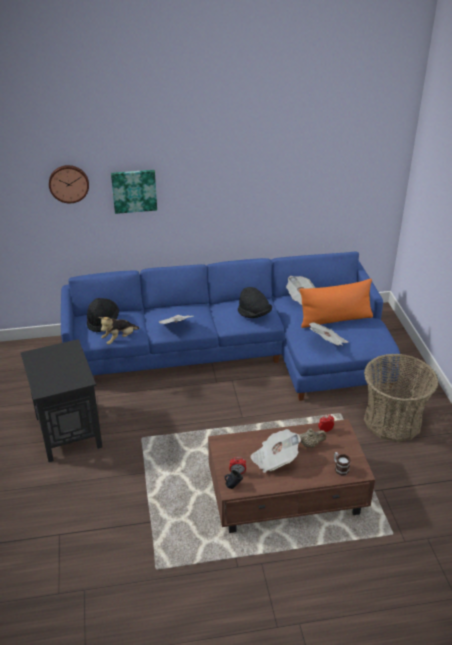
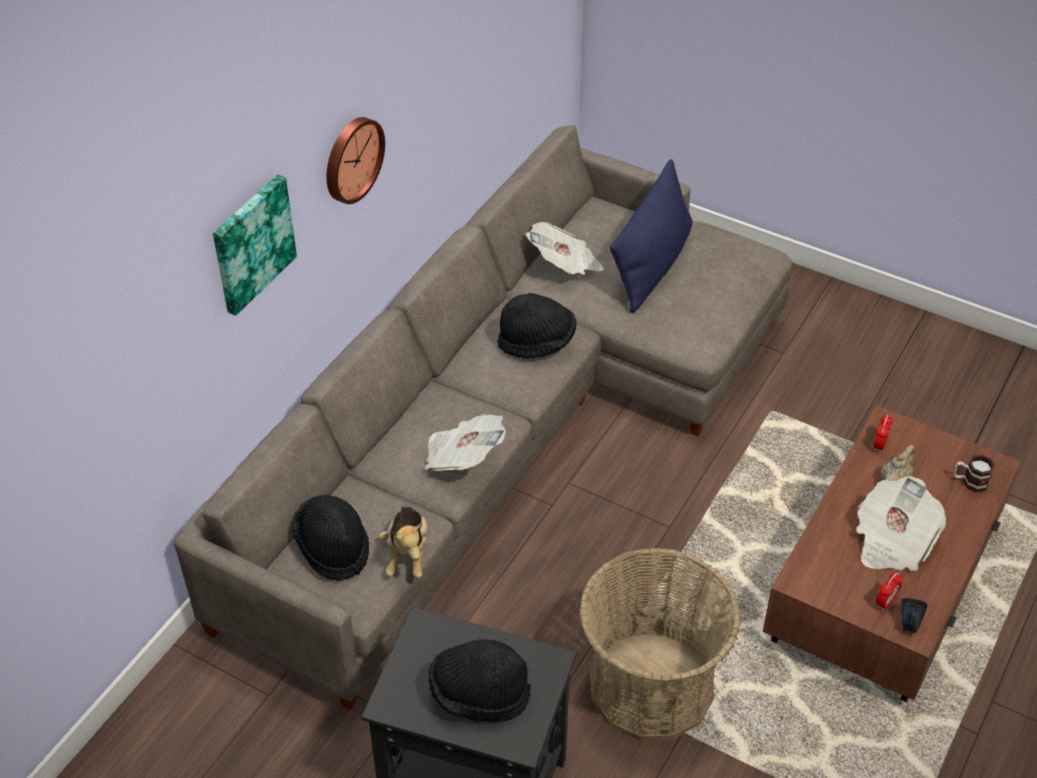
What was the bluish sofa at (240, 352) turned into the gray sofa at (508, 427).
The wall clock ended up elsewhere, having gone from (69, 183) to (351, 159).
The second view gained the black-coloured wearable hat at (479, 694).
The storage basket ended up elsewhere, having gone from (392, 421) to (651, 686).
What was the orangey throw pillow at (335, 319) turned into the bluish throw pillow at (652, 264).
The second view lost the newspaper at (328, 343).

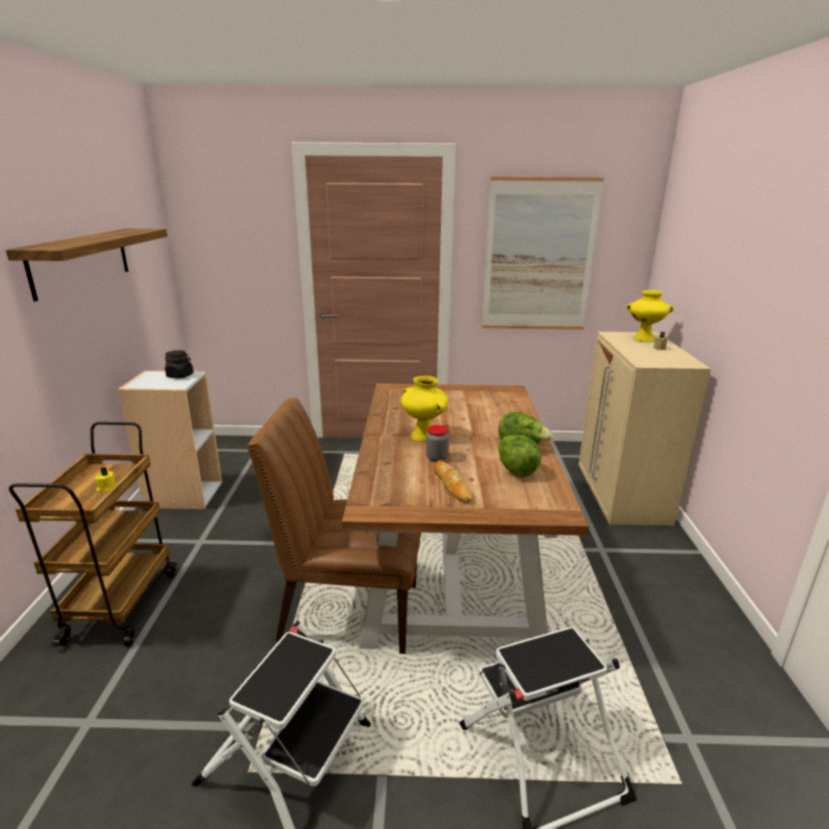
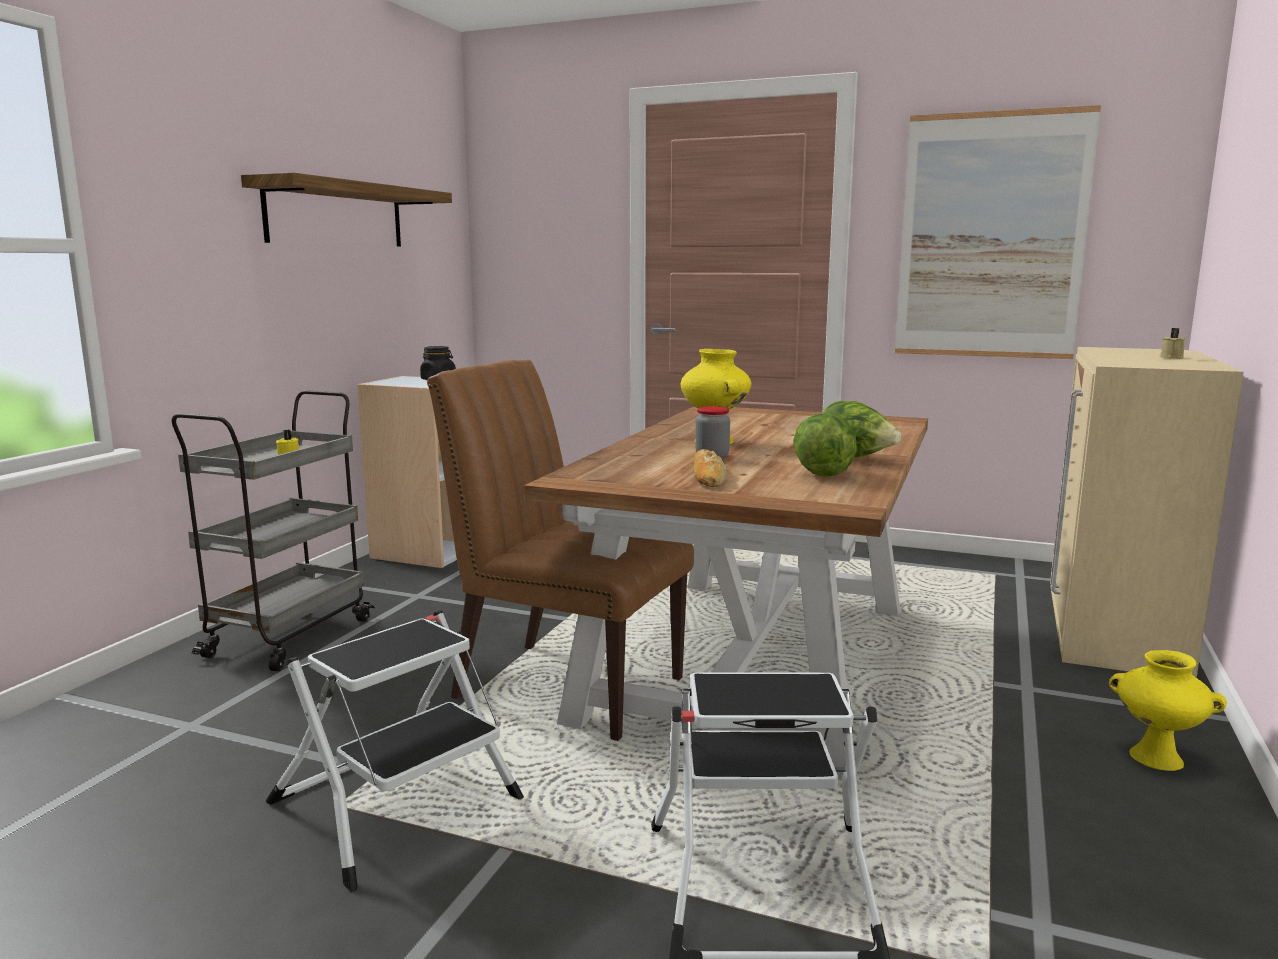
What was the brown wheeled cart at (122, 606) turned into the gray wheeled cart at (290, 637).
The yellow-coloured vase ended up elsewhere, having gone from (643, 339) to (1154, 758).

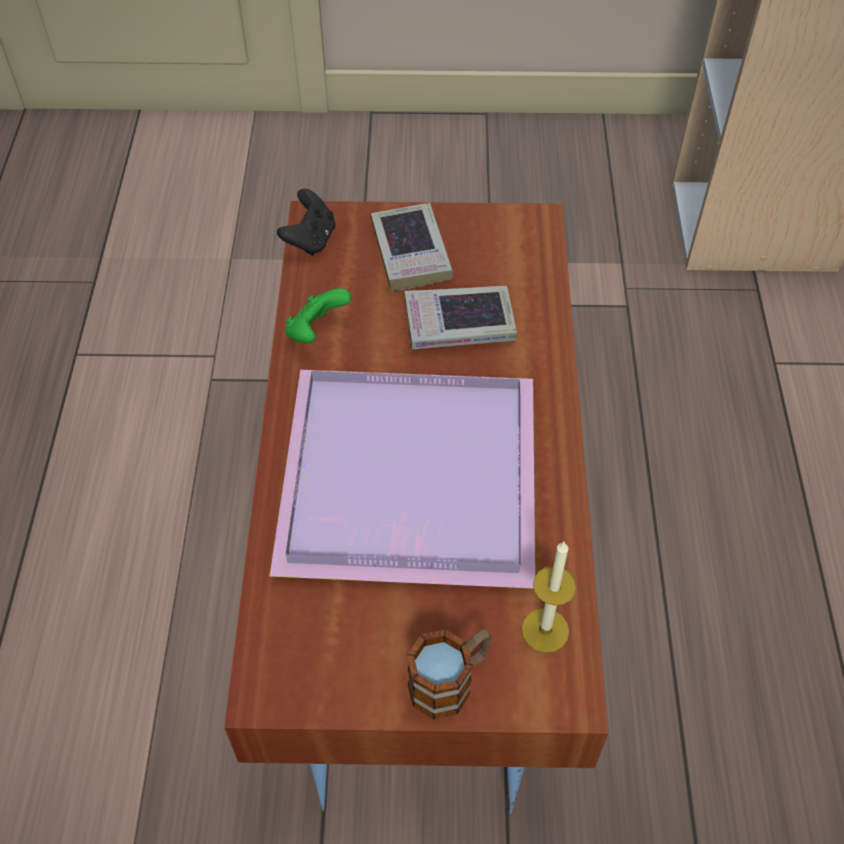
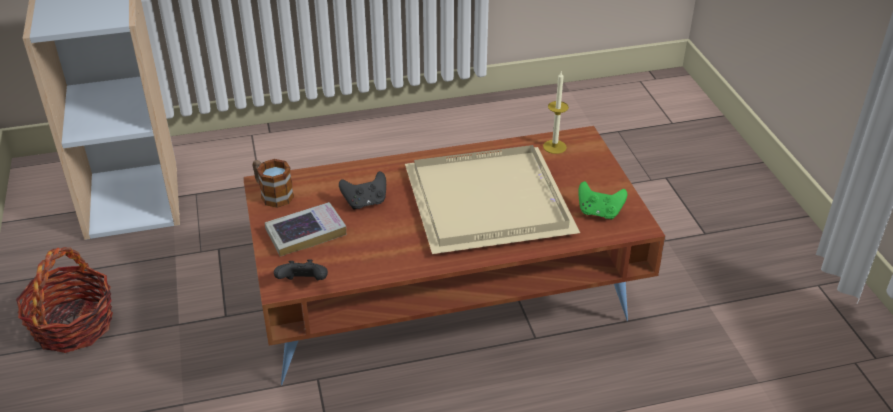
The second view gained the storage basket at (73, 325).
The tea mug ended up elsewhere, having gone from (450, 681) to (272, 194).
Where the volume stood at (459, 324), the black-coloured game controller came to stand at (365, 202).
What was the purple tray at (404, 481) turned into the beige tray at (491, 203).
The green game controller ended up elsewhere, having gone from (316, 331) to (599, 212).

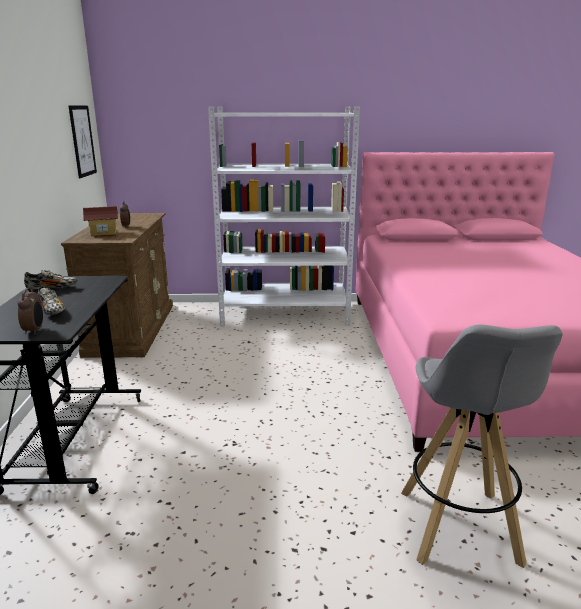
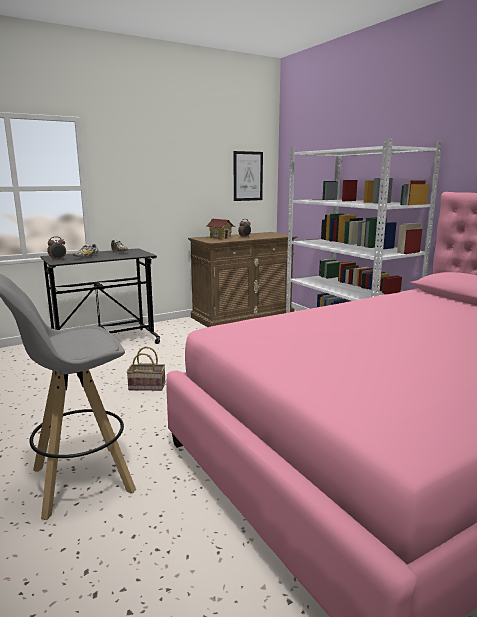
The second view gained the storage basket at (148, 386).

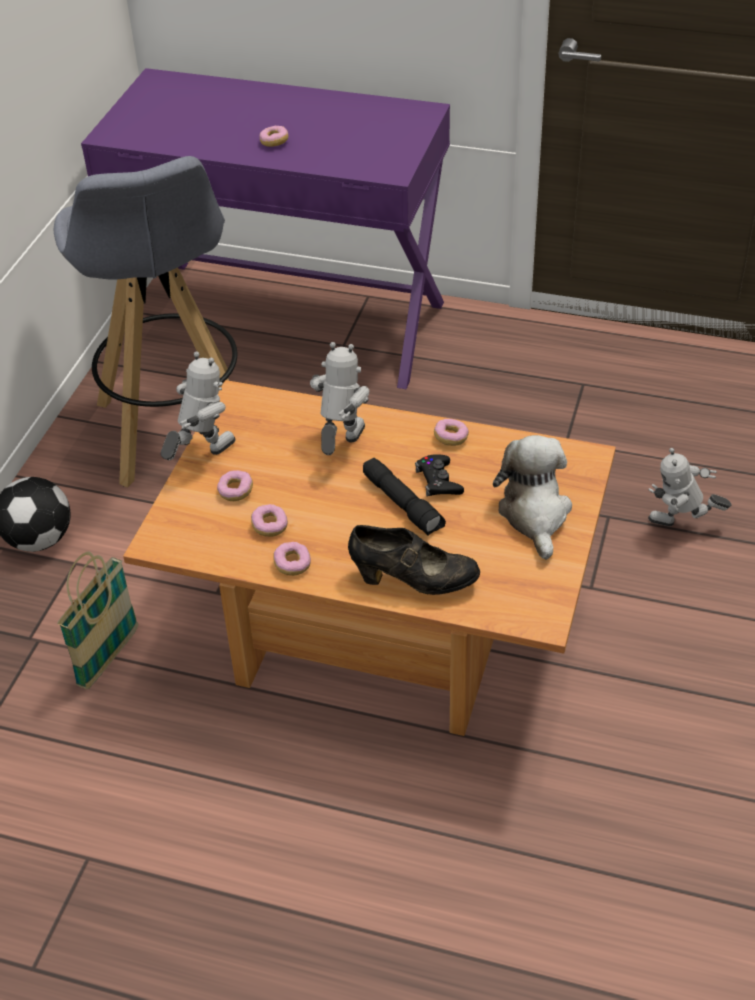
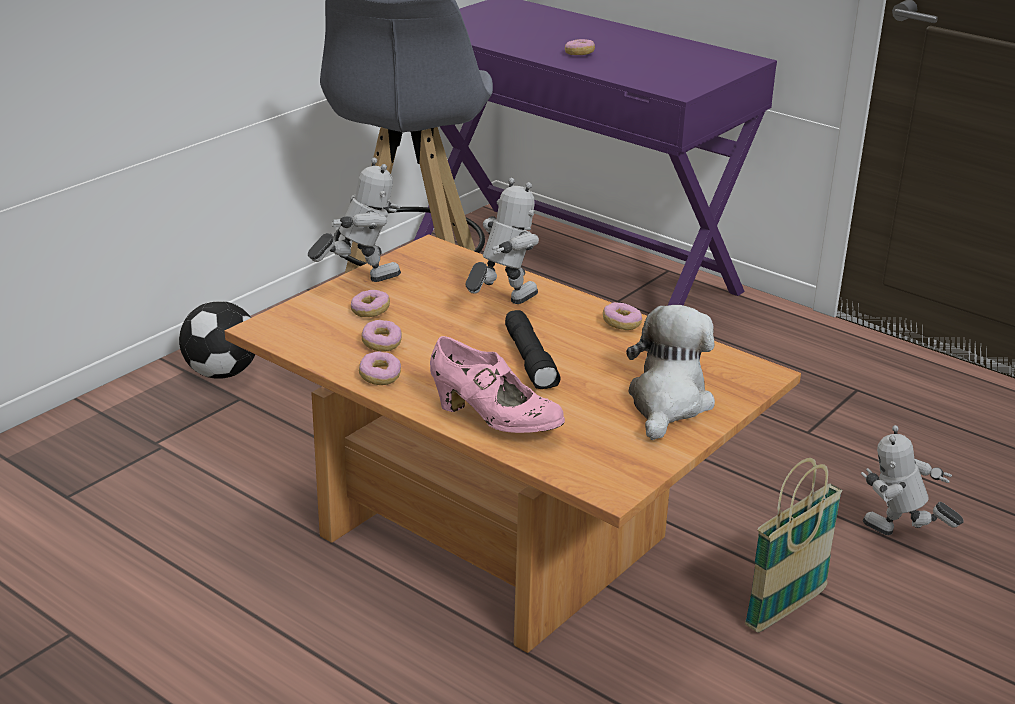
What was the black-coloured low shoe at (414, 581) turned into the pink-coloured low shoe at (494, 421).
The storage basket ended up elsewhere, having gone from (108, 657) to (785, 609).
The second view lost the black-coloured game controller at (438, 481).

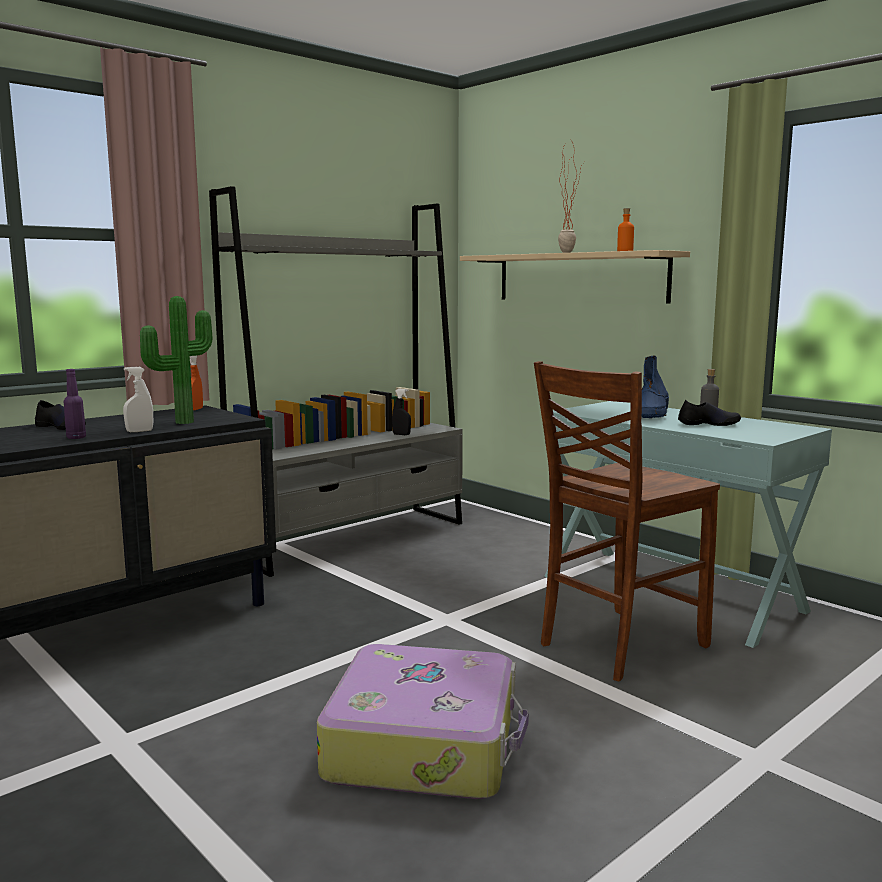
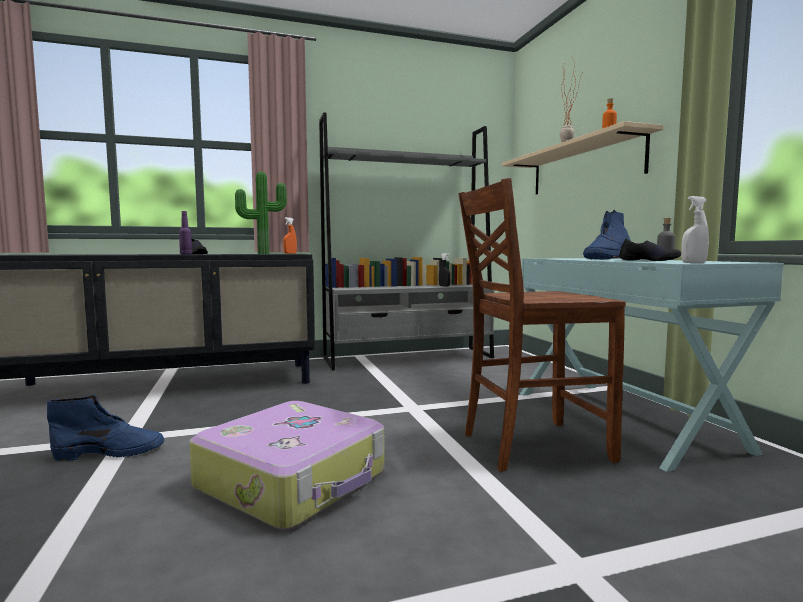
The second view gained the bluish boot at (111, 452).
The white sprayer ended up elsewhere, having gone from (139, 431) to (693, 263).

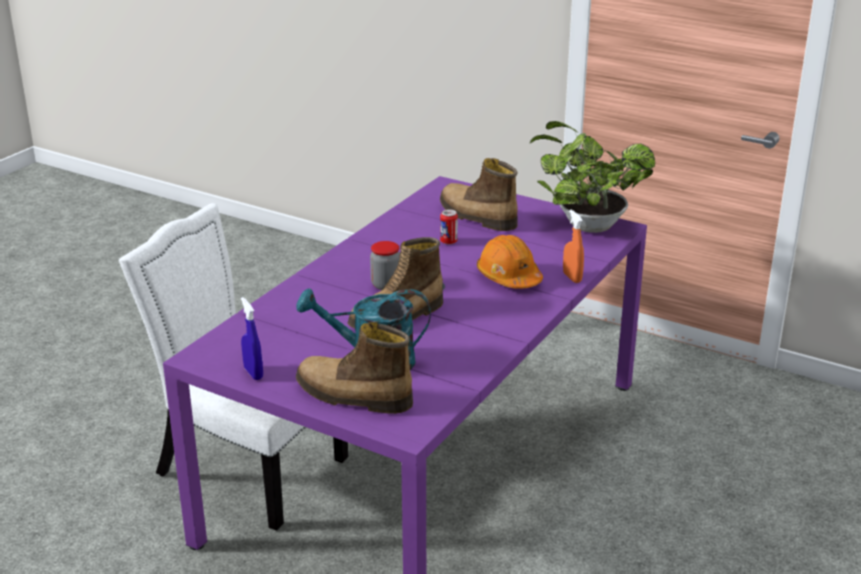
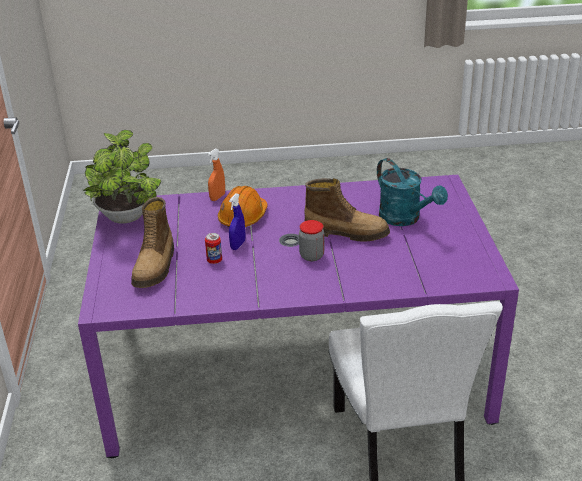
The bluish sprayer ended up elsewhere, having gone from (253, 373) to (238, 245).
The second view lost the boot at (352, 397).

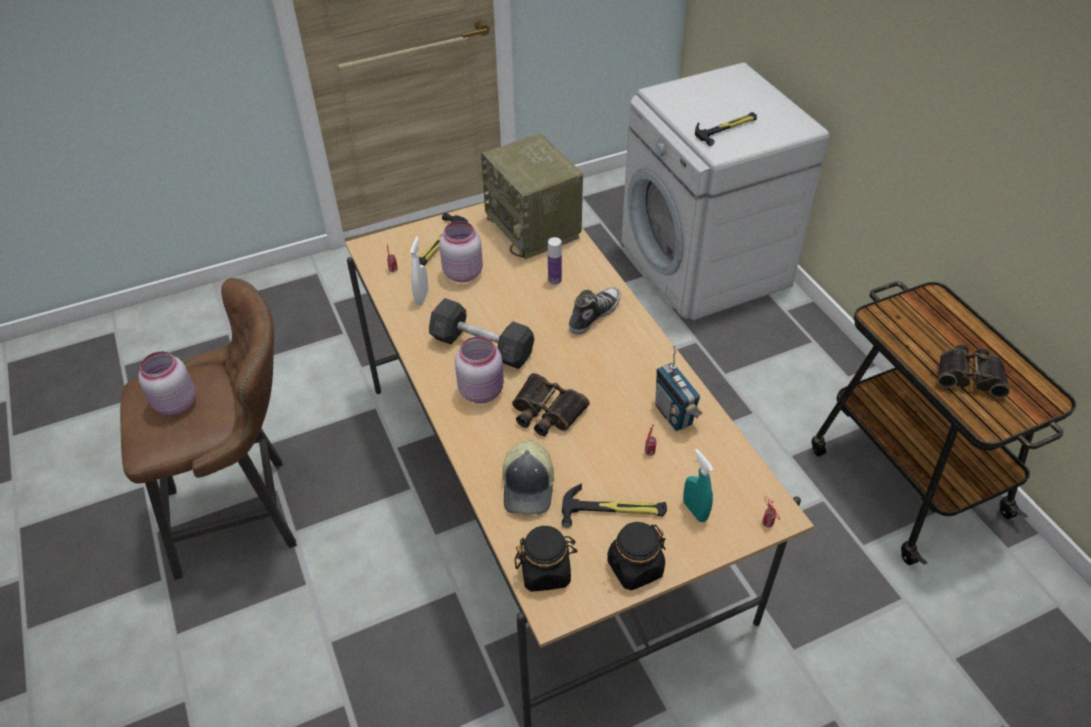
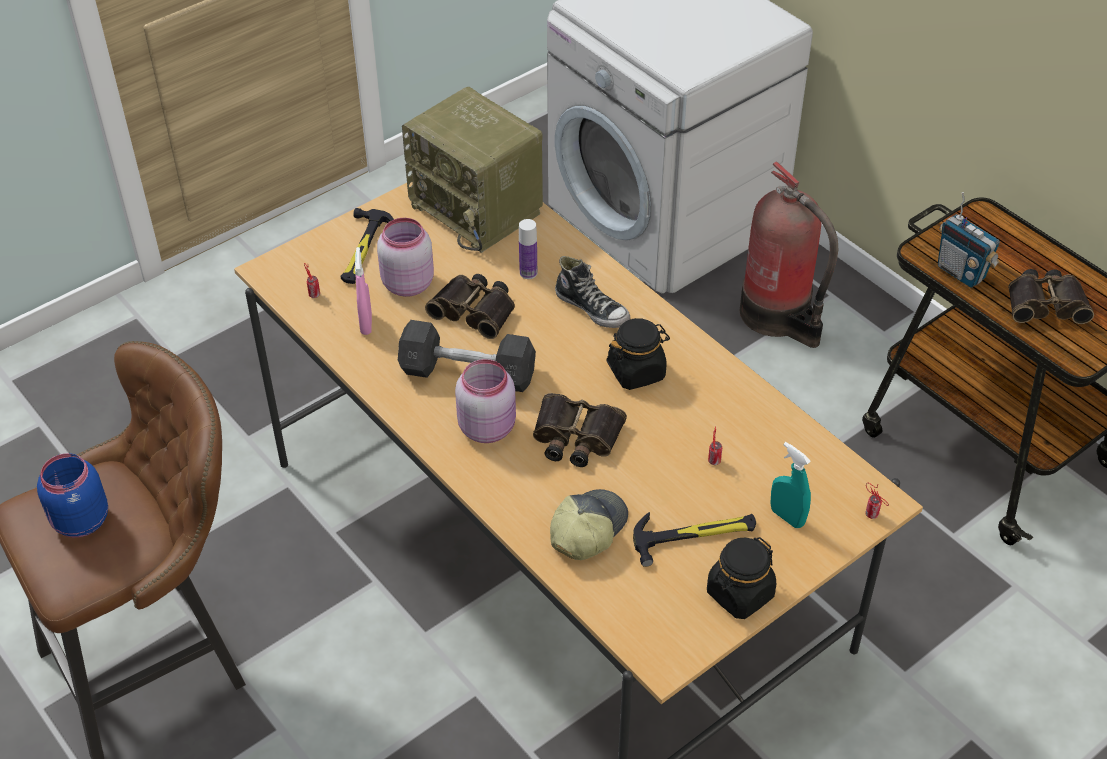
What was the pink-coloured jar at (174, 404) turned into the bluish jar at (80, 522).
What was the white sprayer at (421, 297) turned into the pink-coloured sprayer at (366, 324).
The second view gained the binoculars at (475, 310).
The peaked cap at (529, 487) ended up facing another way, 135 degrees counterclockwise from before.
The low shoe at (594, 315) ended up facing another way, 105 degrees clockwise from before.
The black-coloured jar ended up elsewhere, having gone from (545, 571) to (636, 371).
The second view gained the extinguisher at (778, 316).
The radio ended up elsewhere, having gone from (674, 415) to (961, 272).
The second view lost the hammer at (726, 128).

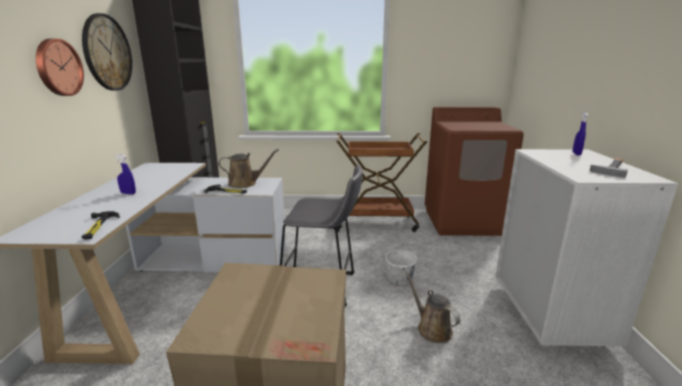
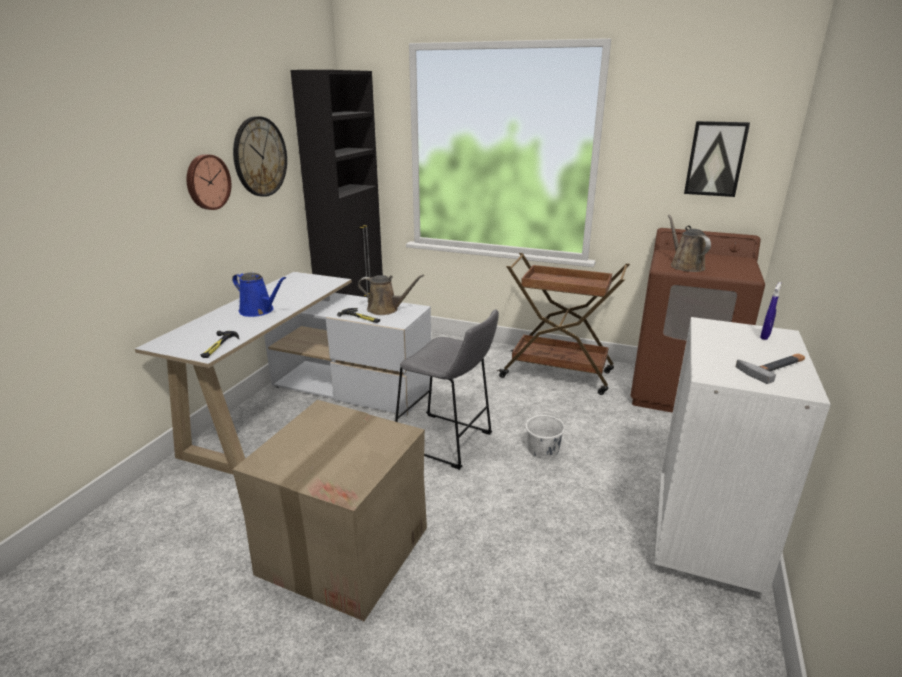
Where the bluish sprayer stood at (128, 193), the bluish watering pot came to stand at (259, 311).
The brown watering pot ended up elsewhere, having gone from (432, 328) to (685, 266).
The second view gained the wall picture at (715, 159).

